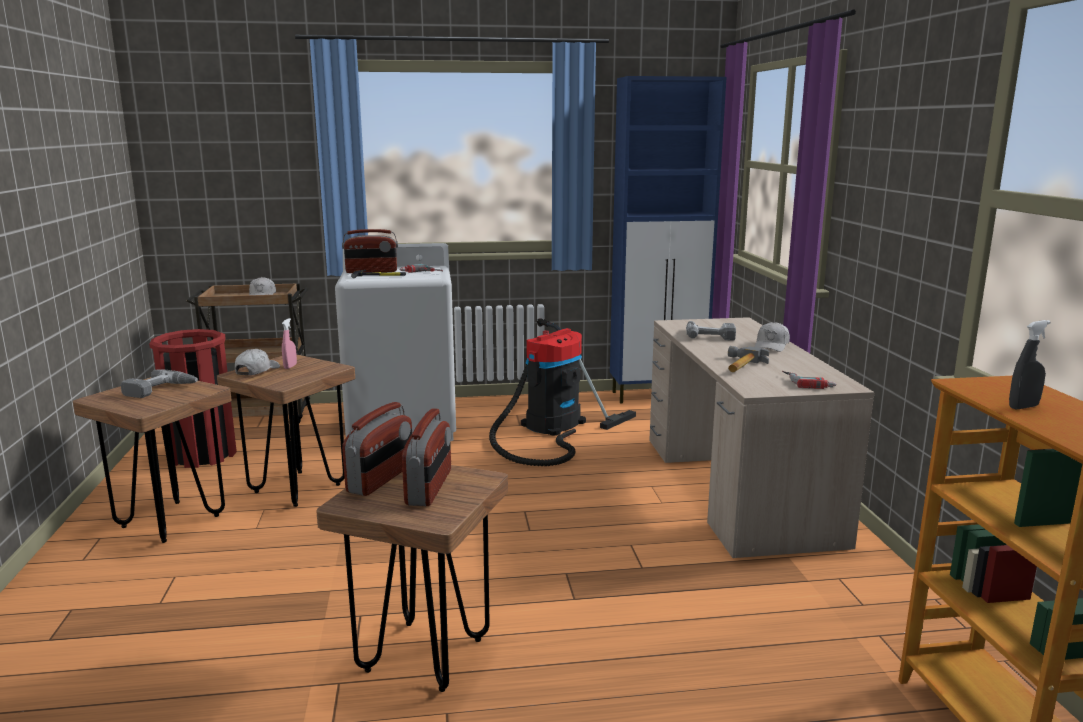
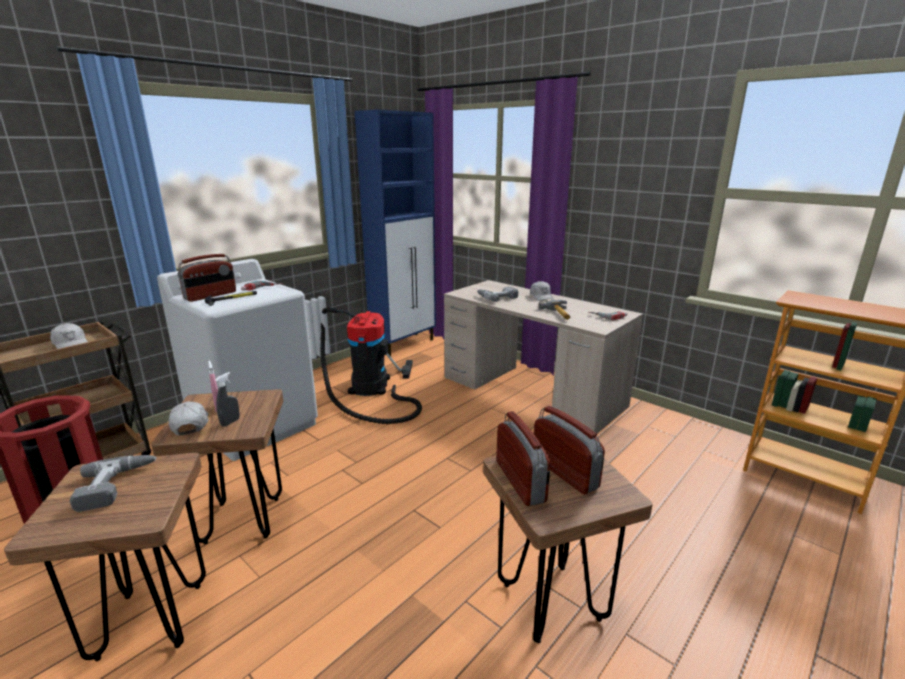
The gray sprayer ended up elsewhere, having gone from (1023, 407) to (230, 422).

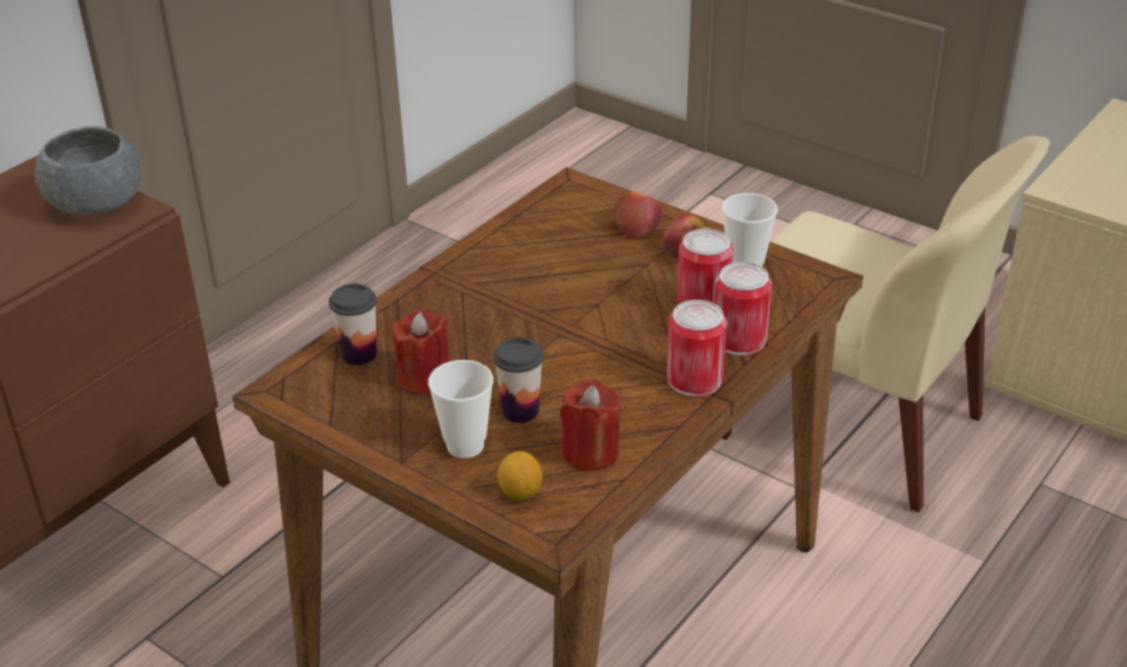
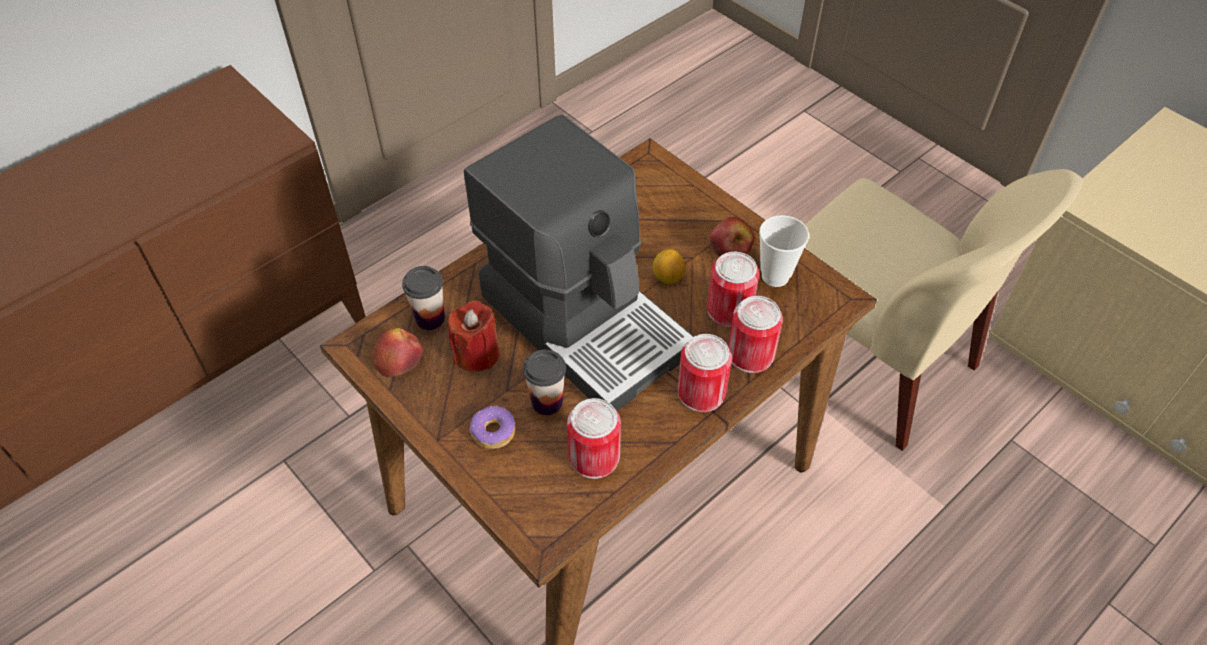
The apple ended up elsewhere, having gone from (636, 225) to (398, 358).
The second view gained the coffee maker at (586, 320).
Where the small cup stood at (465, 446), the doughnut came to stand at (493, 432).
Where the red candle stood at (590, 452), the can came to stand at (594, 457).
The lemon ended up elsewhere, having gone from (520, 493) to (667, 277).
The second view lost the gray bowl at (97, 205).

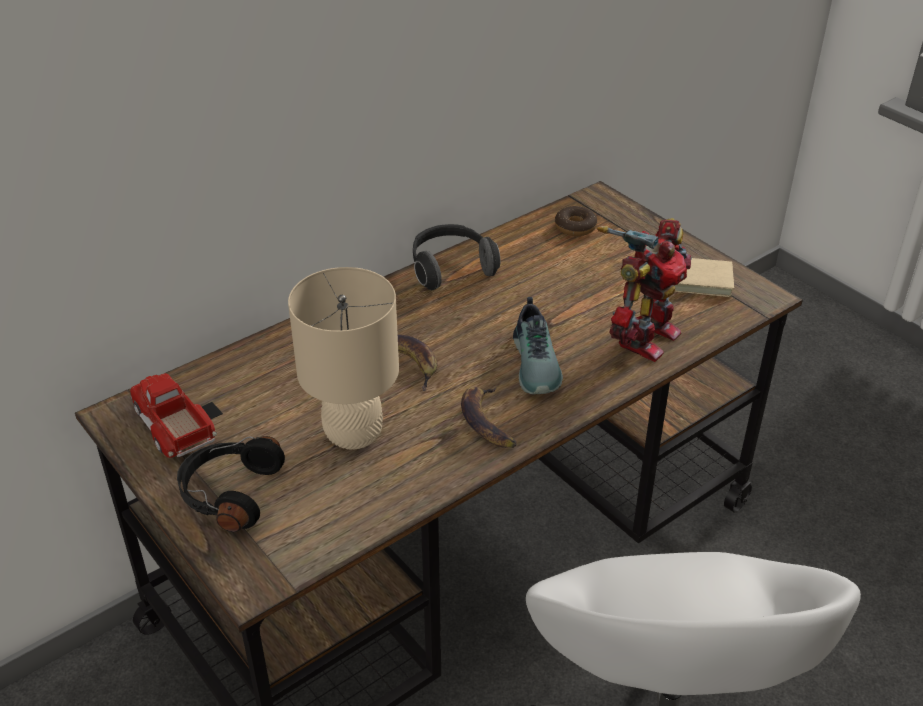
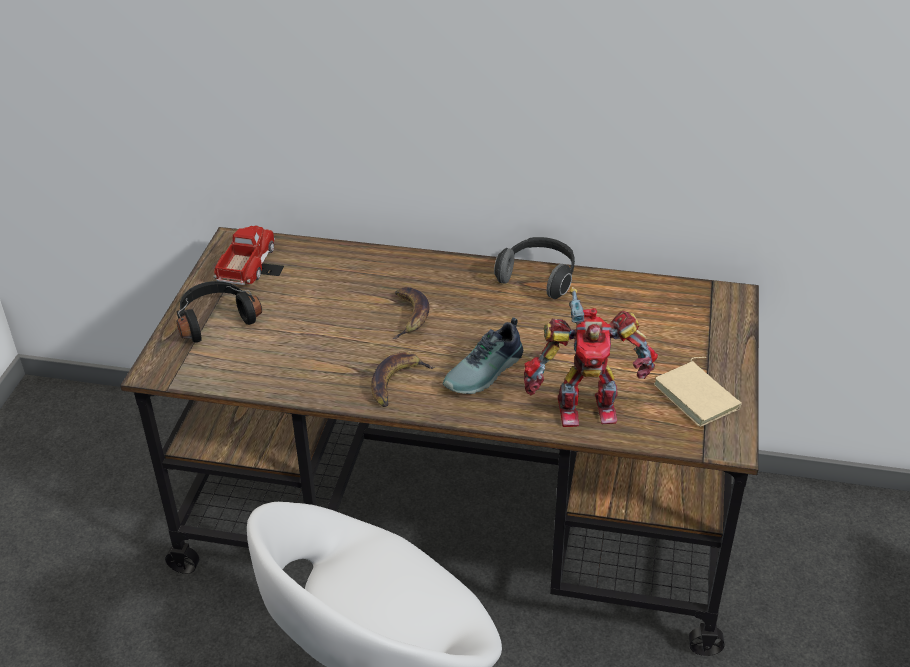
The second view lost the beige lamp for a table at (355, 437).
The second view lost the doughnut at (575, 227).

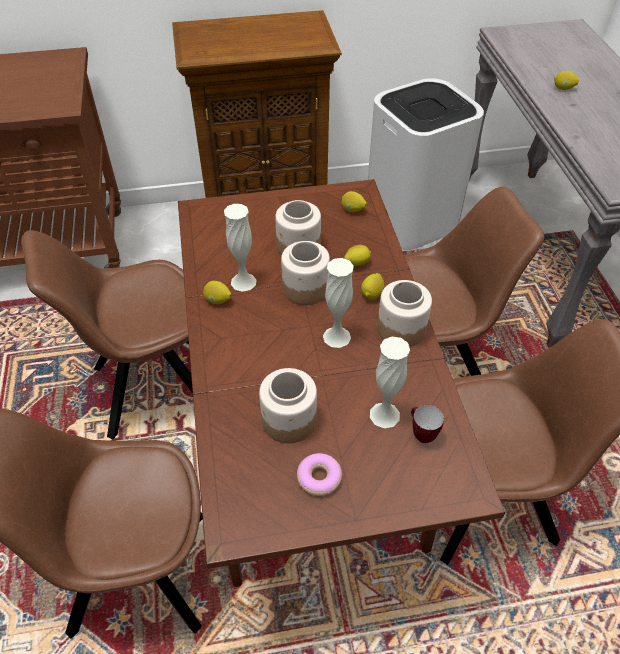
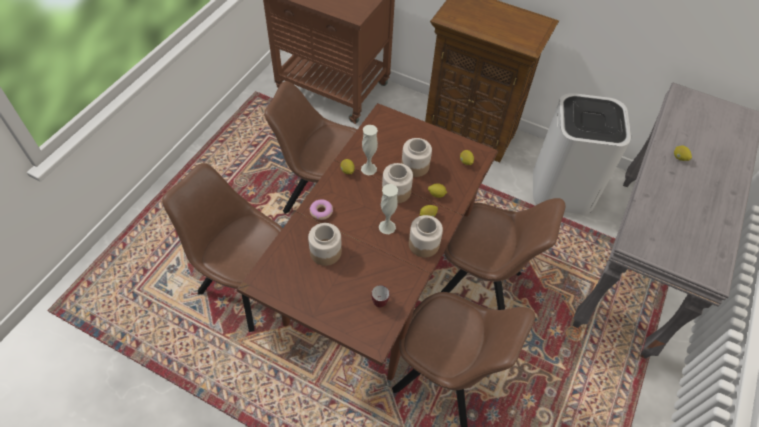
The doughnut ended up elsewhere, having gone from (319, 477) to (321, 211).
The second view lost the white vase at (384, 415).

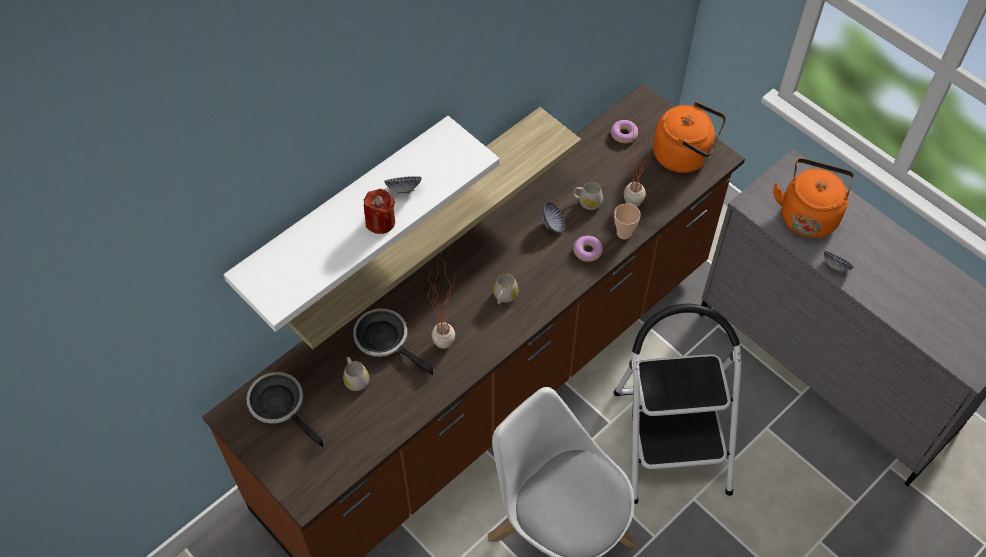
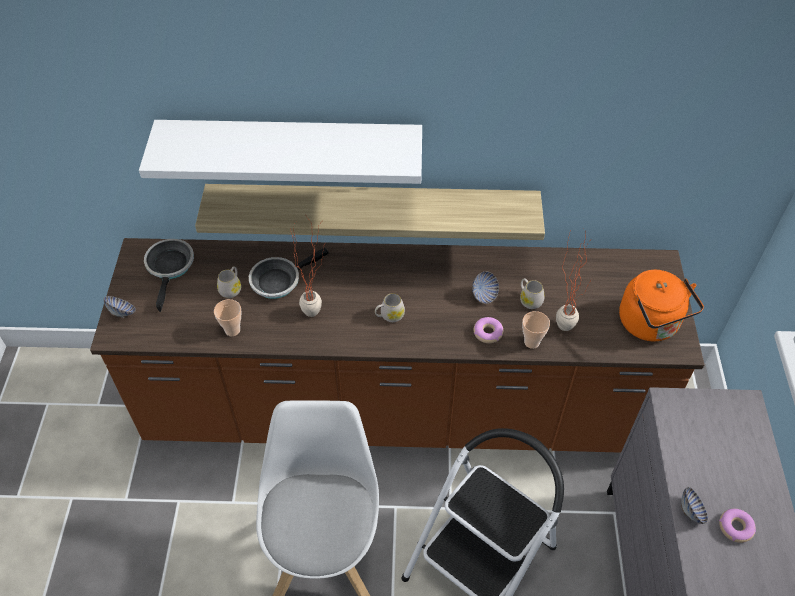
The bowl ended up elsewhere, having gone from (403, 189) to (122, 312).
The second view gained the small cup at (232, 330).
The pan at (385, 340) ended up facing another way, 120 degrees counterclockwise from before.
The doughnut ended up elsewhere, having gone from (623, 134) to (735, 527).
The second view lost the red candle at (380, 222).
The second view lost the orangey tea kettle at (808, 215).

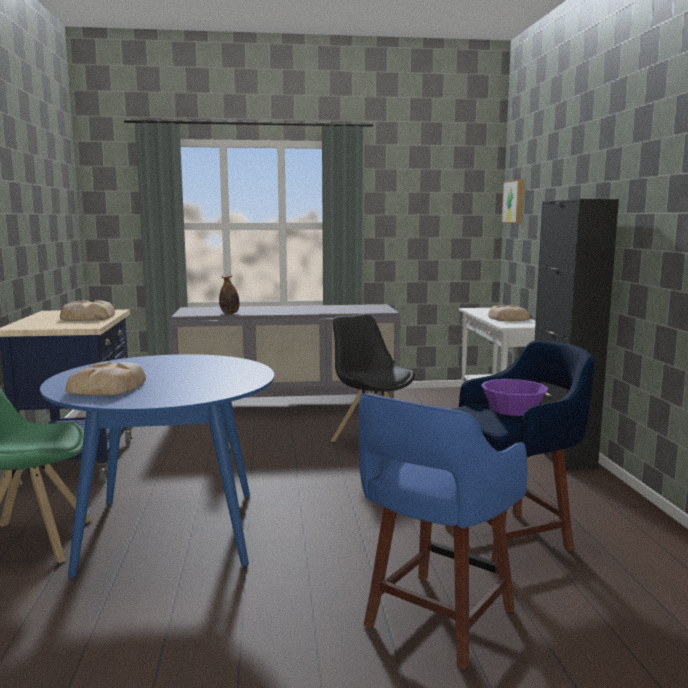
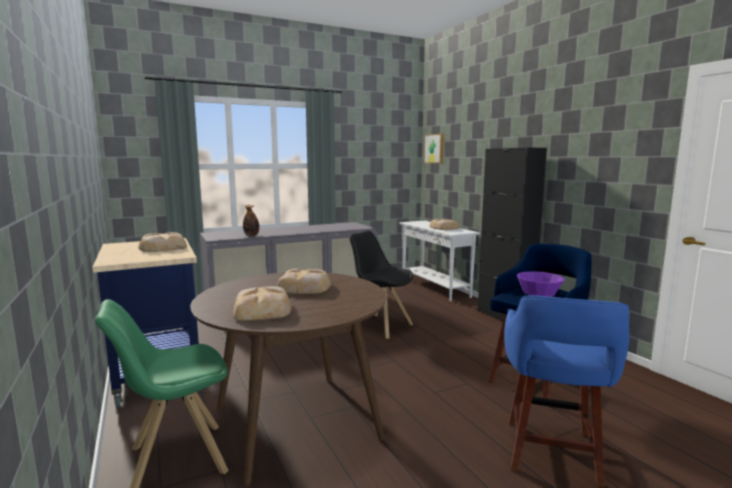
What was the bluish dining table at (170, 531) turned into the brown dining table at (296, 423).
The second view gained the baked bread at (304, 287).

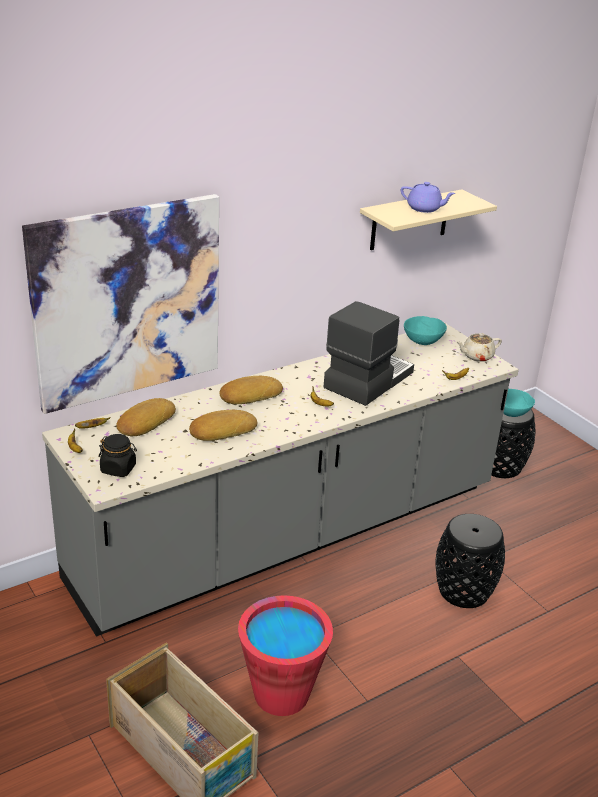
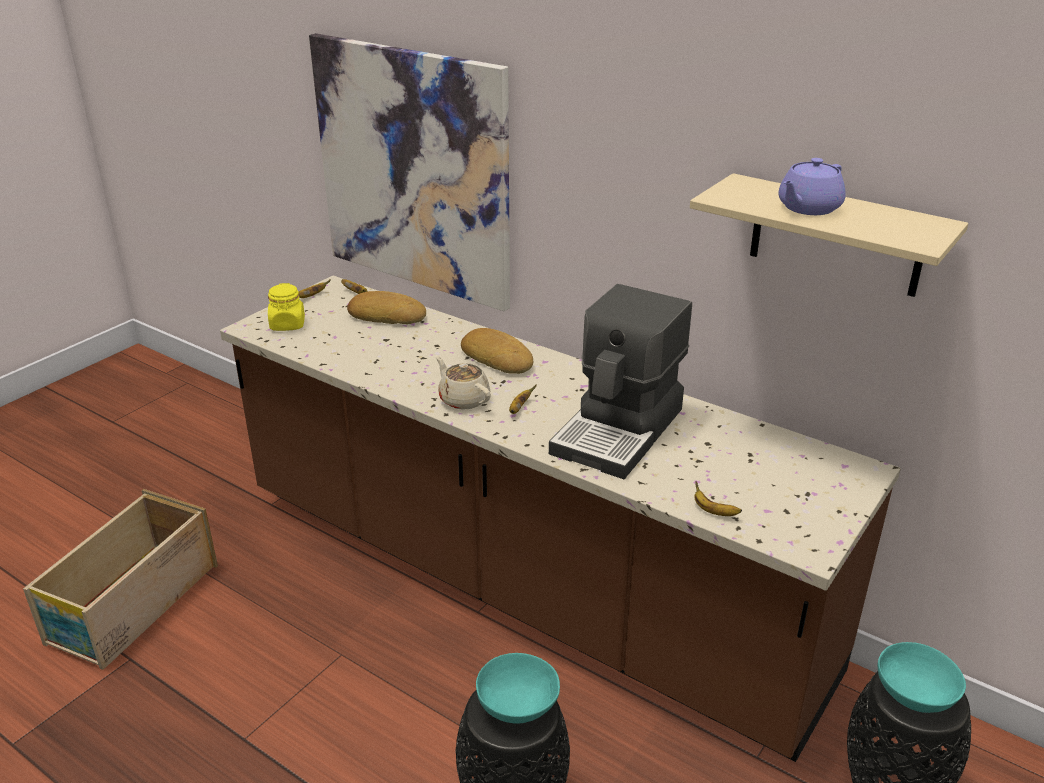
What was the gray kitchen counter at (290, 535) turned into the brown kitchen counter at (522, 582).
What was the black-coloured jar at (118, 469) turned into the yellow-coloured jar at (287, 325).
The beige teapot ended up elsewhere, having gone from (476, 356) to (463, 399).
The blue-green bowl ended up elsewhere, having gone from (423, 341) to (517, 706).
The coffee maker at (367, 380) ended up facing another way, 105 degrees clockwise from before.
The purple teapot at (425, 209) ended up facing another way, 45 degrees clockwise from before.
The second view lost the baked bread at (222, 430).
The second view lost the red water bucket at (281, 694).

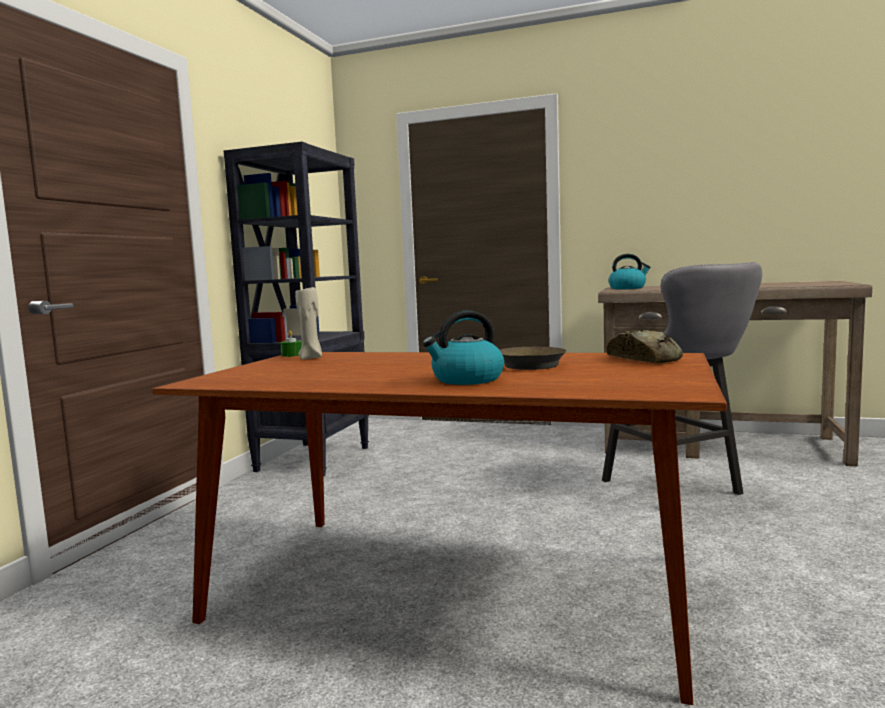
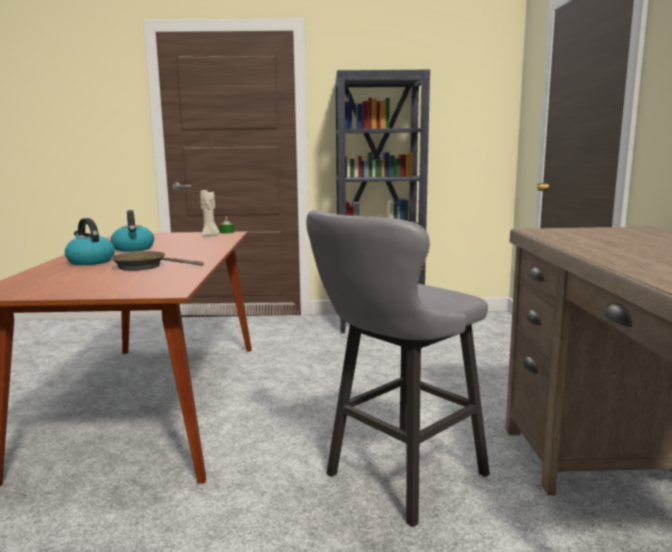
The tea kettle ended up elsewhere, having gone from (628, 288) to (133, 249).
The second view lost the baked bread at (645, 359).

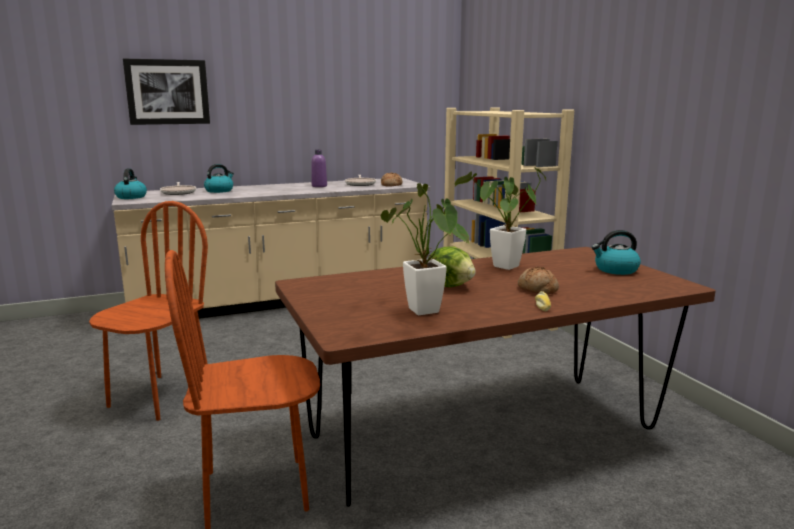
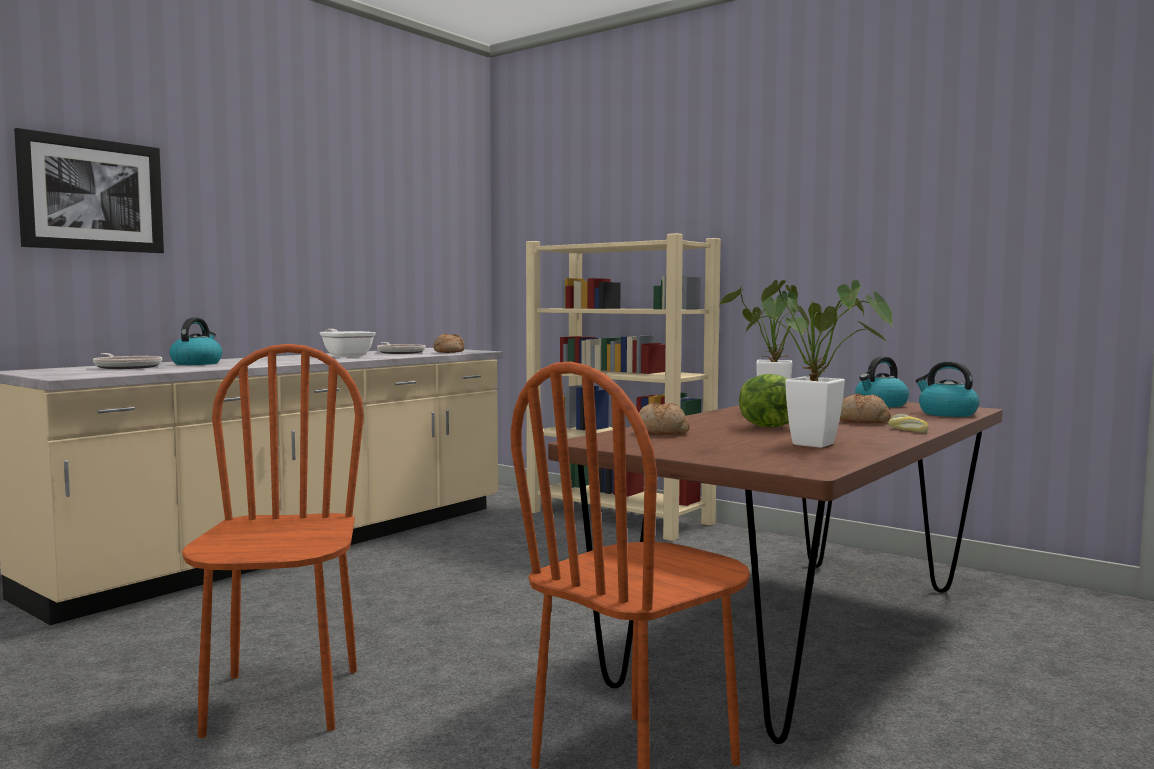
Where the purple beverage bottle stood at (319, 186), the pan came to stand at (346, 355).
The second view gained the baked bread at (660, 433).
The tea kettle ended up elsewhere, having gone from (131, 197) to (946, 414).

